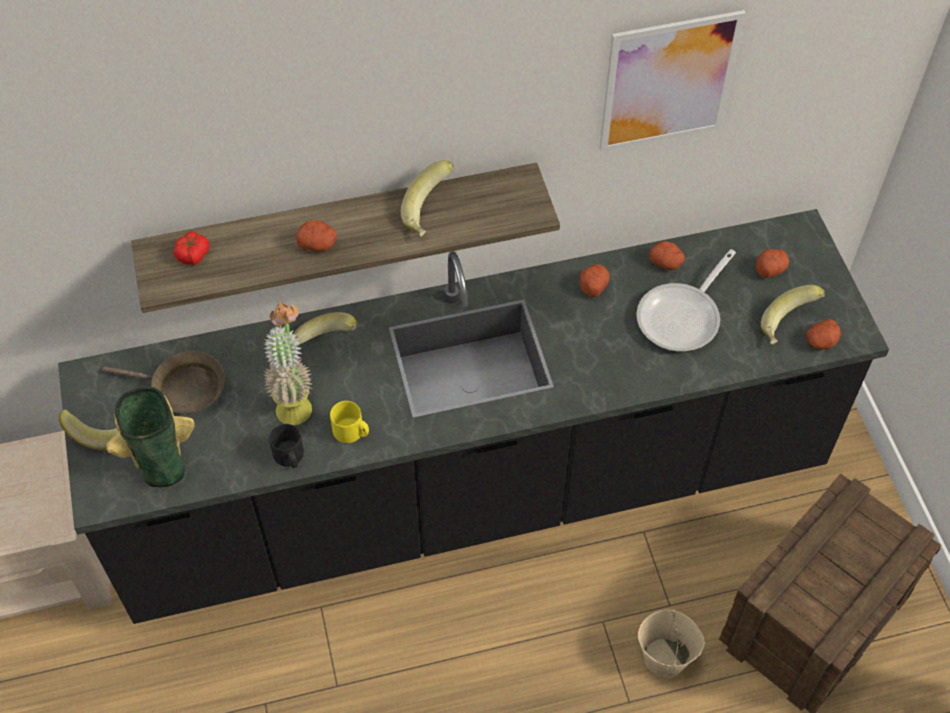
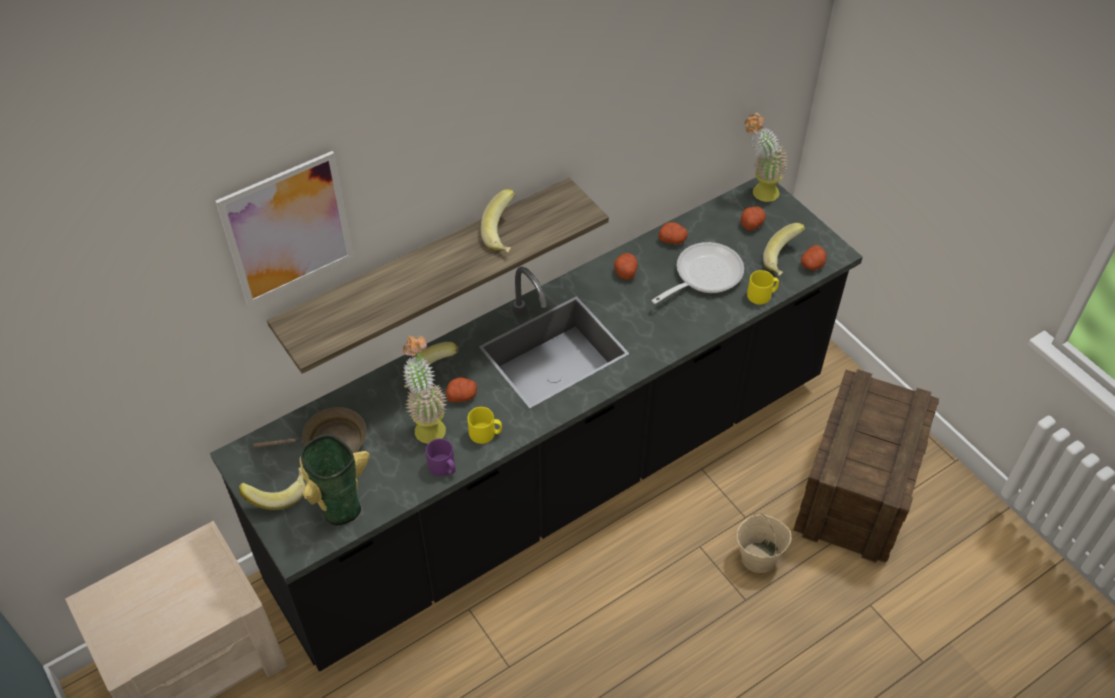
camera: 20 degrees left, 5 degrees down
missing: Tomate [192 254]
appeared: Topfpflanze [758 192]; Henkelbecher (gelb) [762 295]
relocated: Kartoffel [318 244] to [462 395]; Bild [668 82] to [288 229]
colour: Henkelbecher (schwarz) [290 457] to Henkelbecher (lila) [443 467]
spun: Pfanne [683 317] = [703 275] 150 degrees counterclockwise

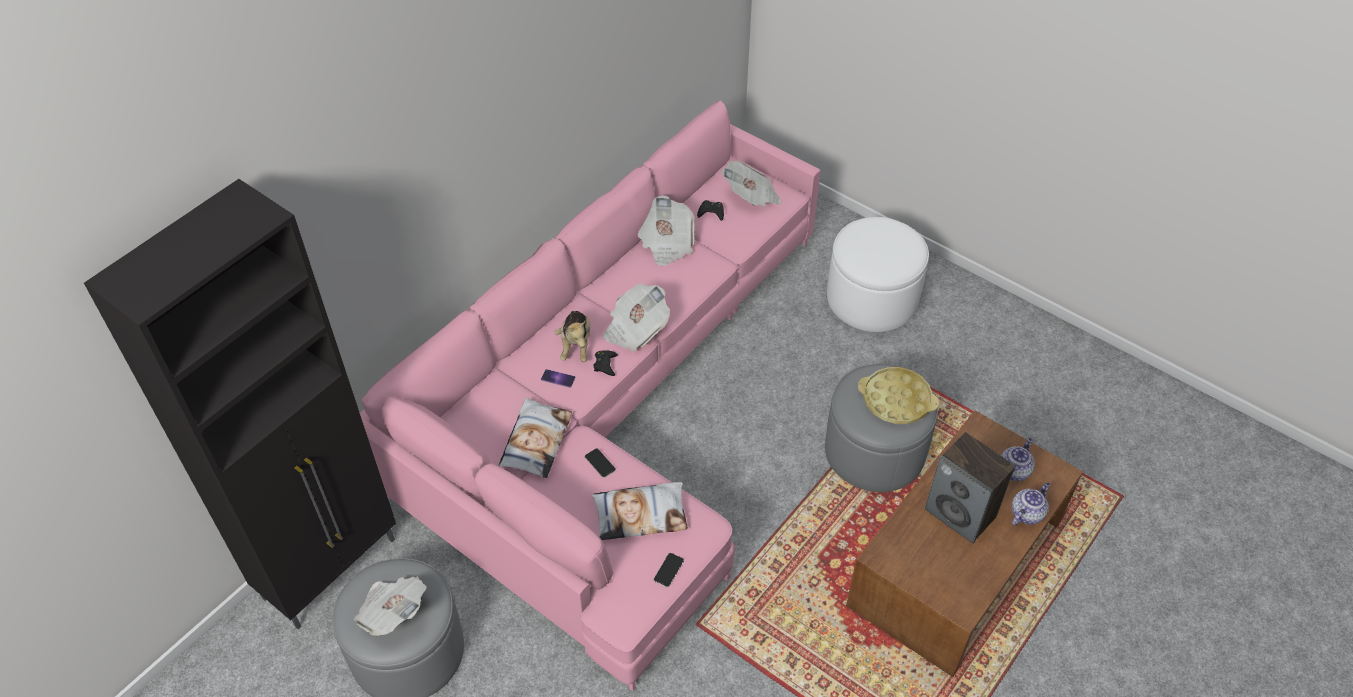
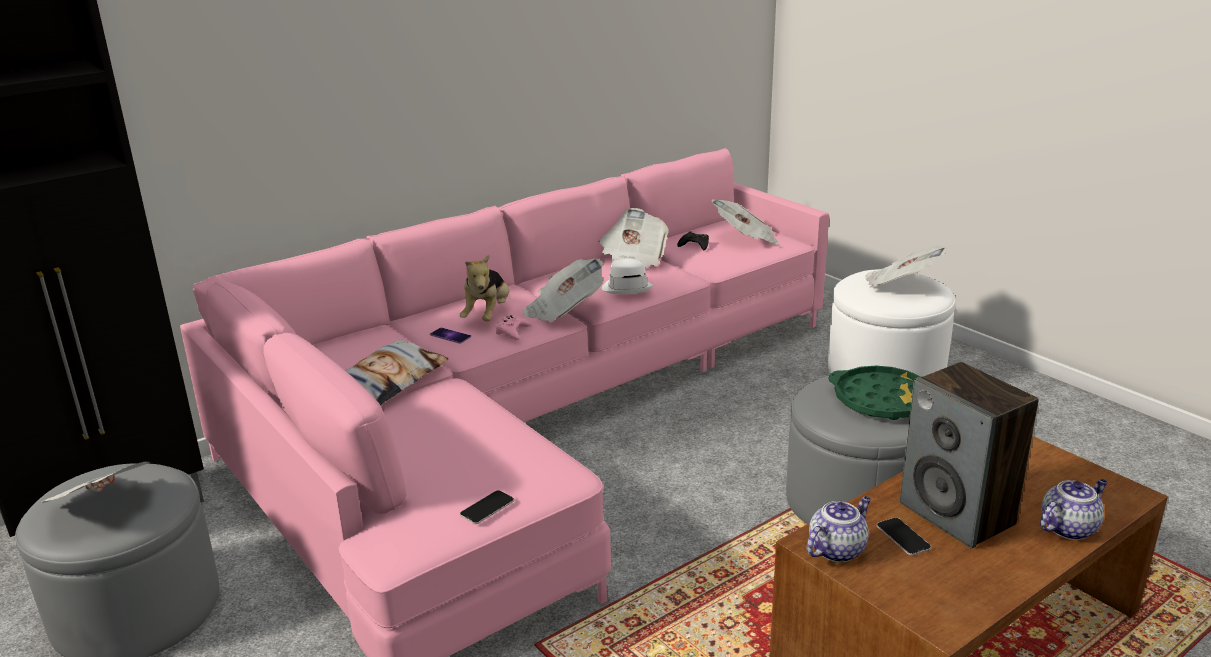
camera: 15 degrees right, 25 degrees down
missing: Kissen [640 514]
appeared: Hut (weiß) [627 288]; Zeitung [900 285]
relocated: Handy [600 463] to [903 537]; Teekanne [1013 470] to [837 549]
colour: Gamepad (schwarz) [605 365] to Gamepad (rosa) [512 331]; Tablett (gelb) [896 400] to Tablett (grün) [882 400]

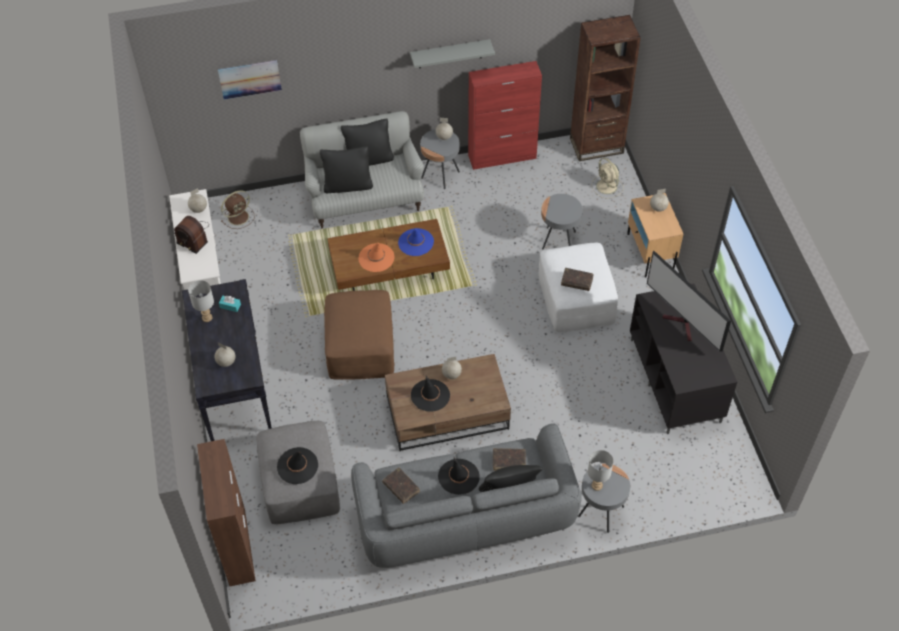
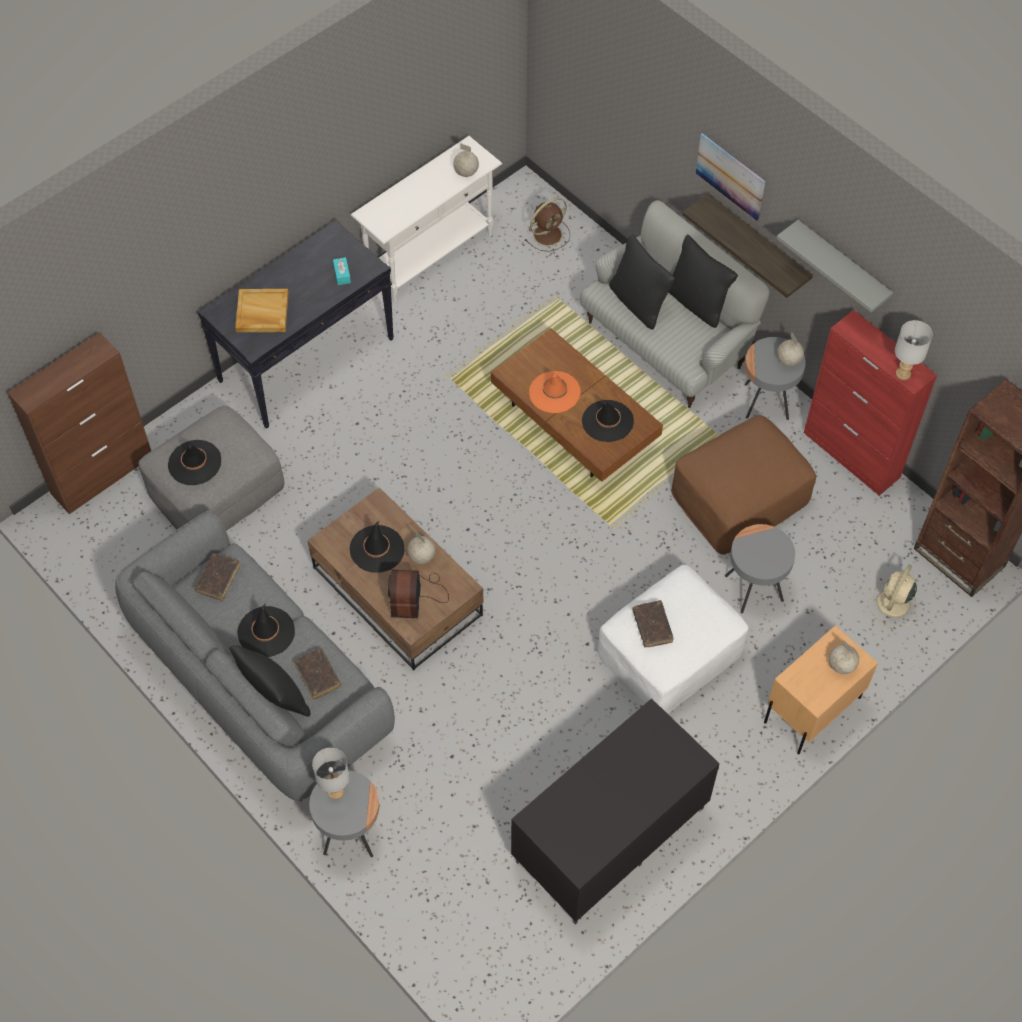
camera: 60 degrees right, 5 degrees up
missing: Fernseher [682 325]
appeared: Wandregal [757 244]
relocated: Radio [192 237] to [416 596]; Tischlampe (grau) [207 317] to [903 373]; Bild [250 79] to [730 176]; Polsterhocker (braun) [360 345] to [739 497]
exchanged: Globus [226 362] to Tablett (beige) [262 312]
colour: Hut (blau) [416 242] to Hut (schwarz) [607 421]
spun: Ventilator (braun) [239 216] = [548 234] 60 degrees counterclockwise

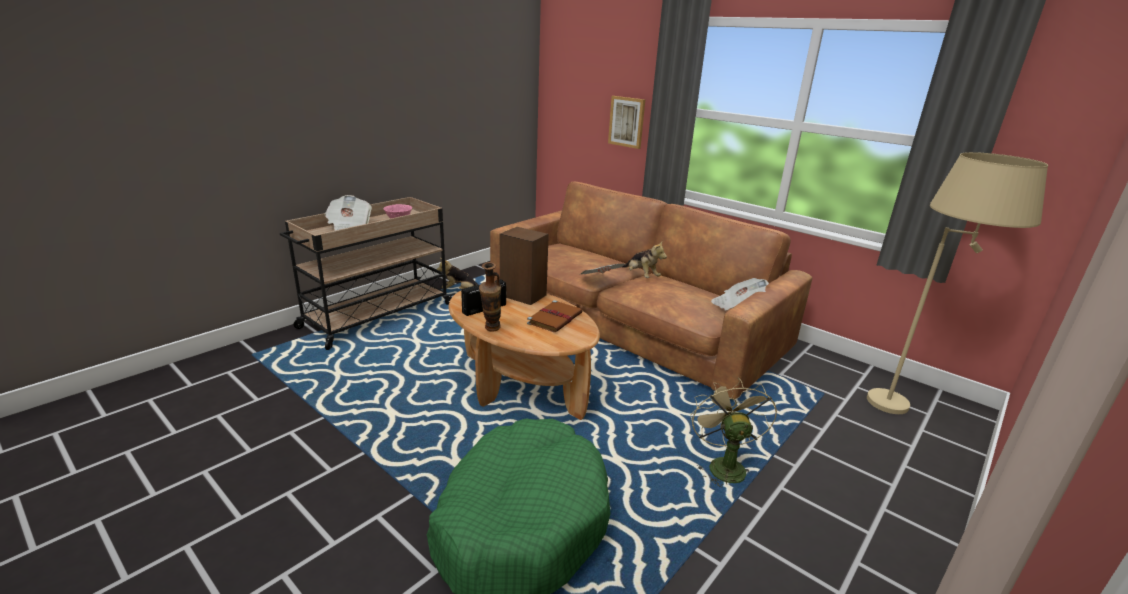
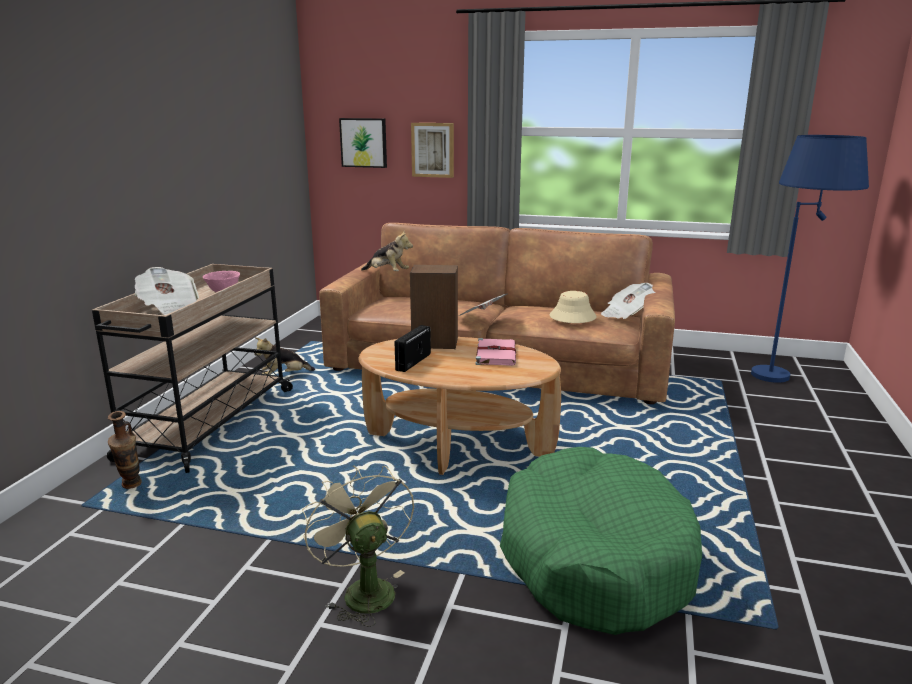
camera: 25 degrees left, 5 degrees down
appeared: Bild [364 142]; Hut (beige) [572 317]
relocated: Vase [491 330] to [131 488]; Plüschtier [641 276] to [387 273]; Ventilator (beige) [723 465] to [363 590]
colour: Buch (braun) [555 318] to Buch (rosa) [495 354]; Stehlampe (beige) [911 408] to Stehlampe (blau) [789 374]

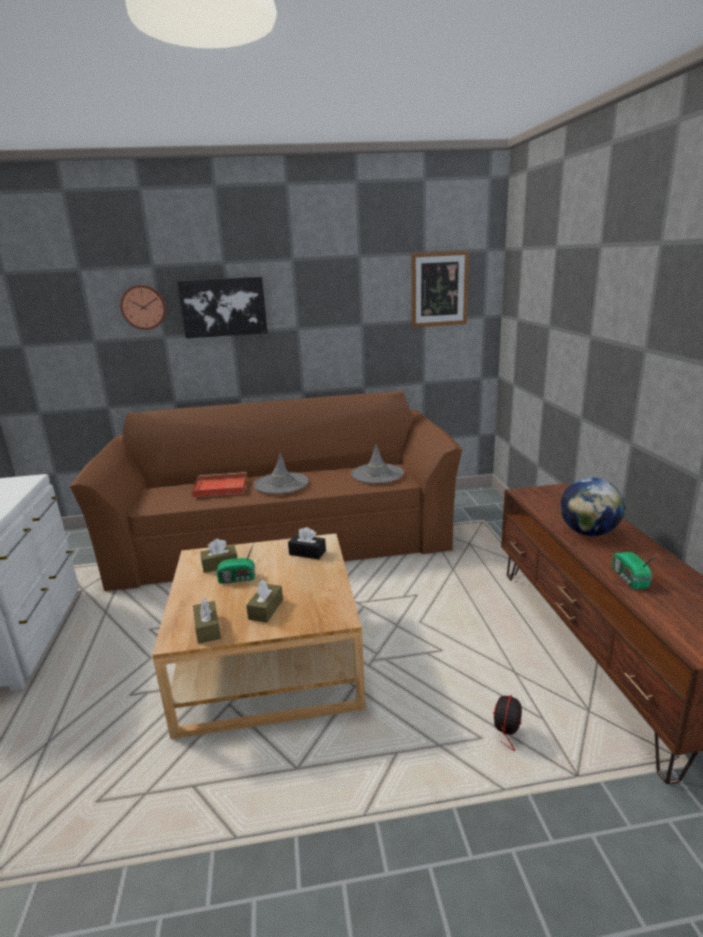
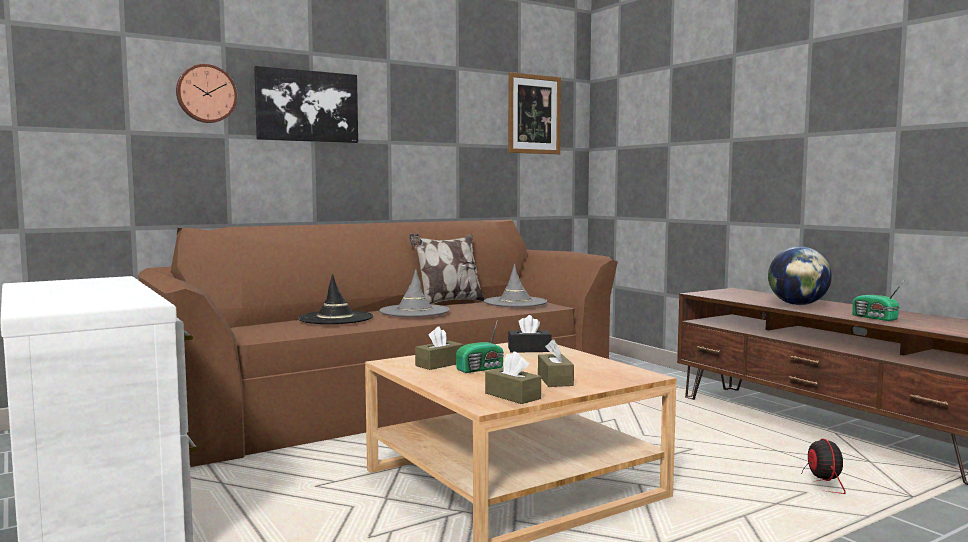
camera: 25 degrees left, 15 degrees down
appeared: Kissen [448 302]
exchanged: Tablett (rot) [219 487] to Hut (schwarz) [336 318]

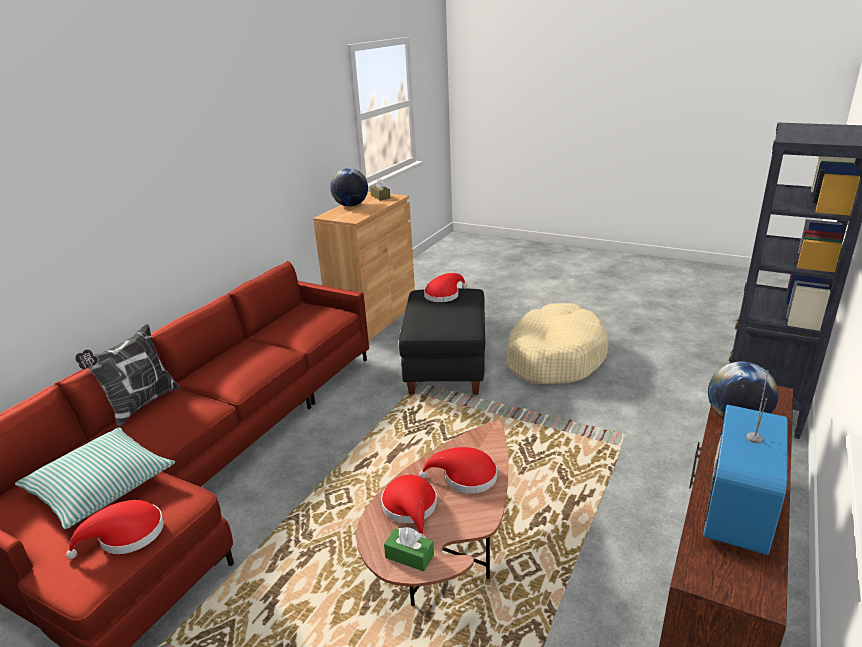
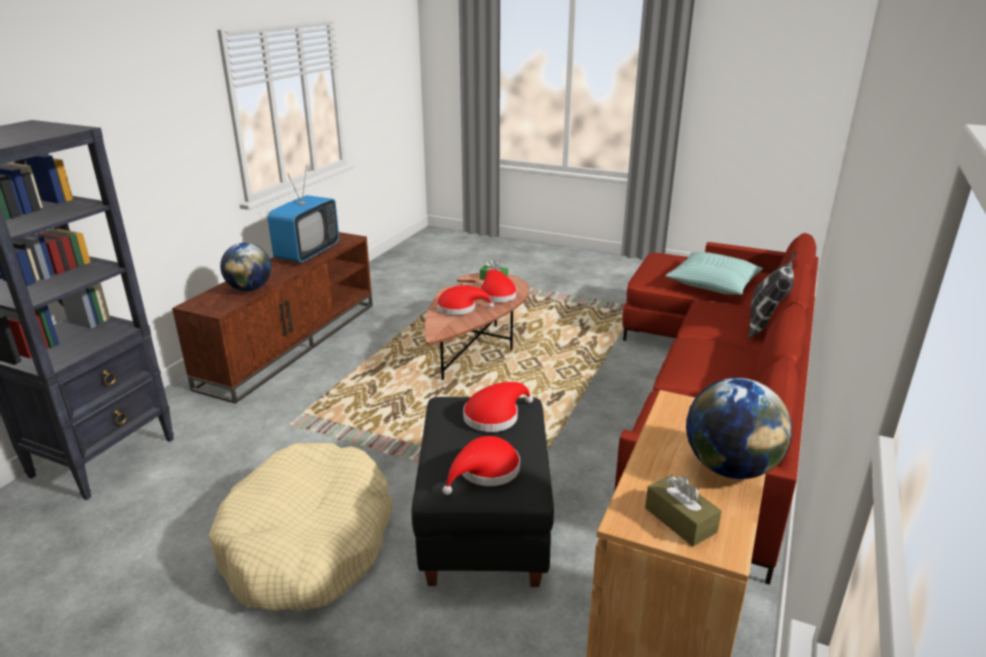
camera: 175 degrees right, 0 degrees up
relocated: Hut (rot) [126 536] to [494 416]

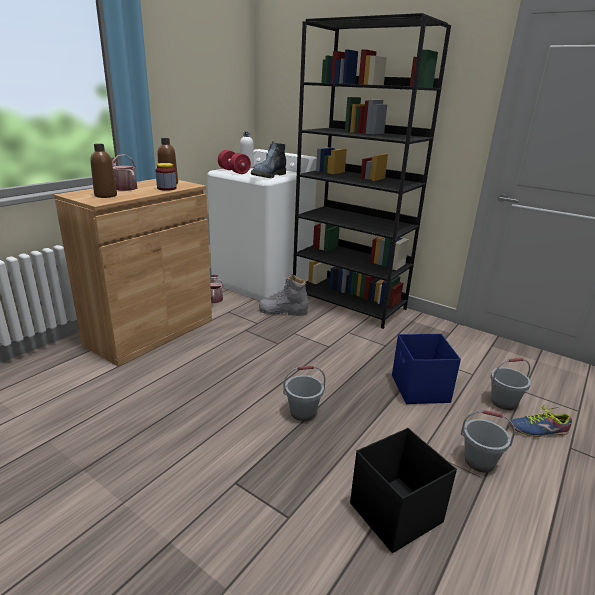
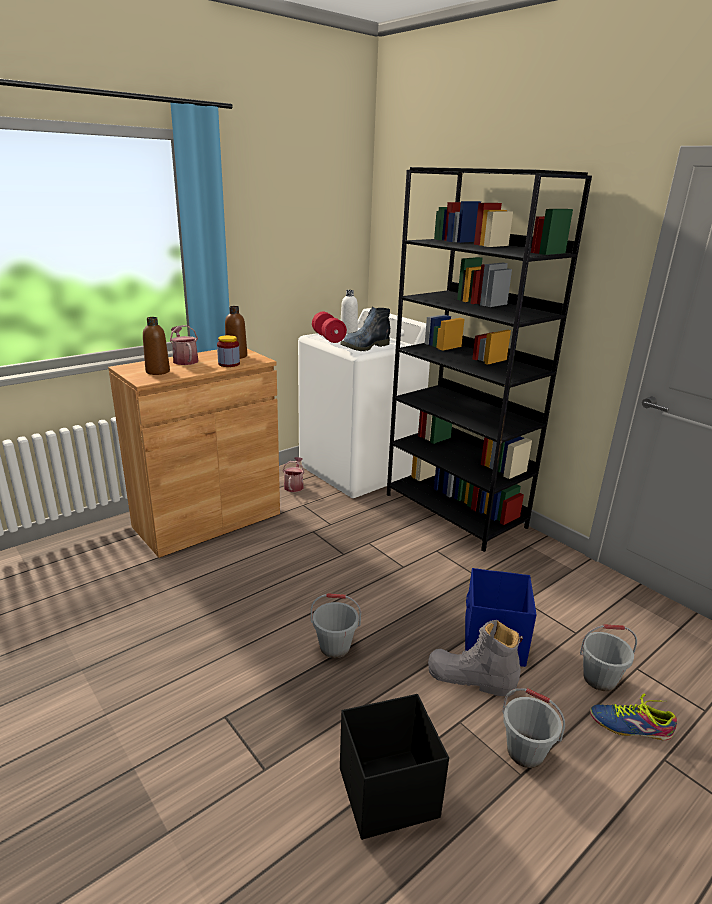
camera: 15 degrees right, 0 degrees up
relocated: Stiefel (grau) [283 311] to [471 678]

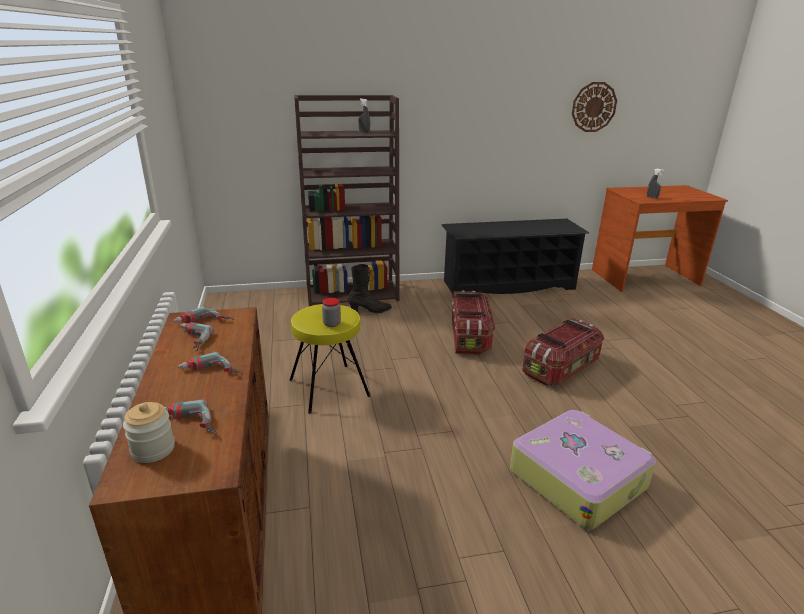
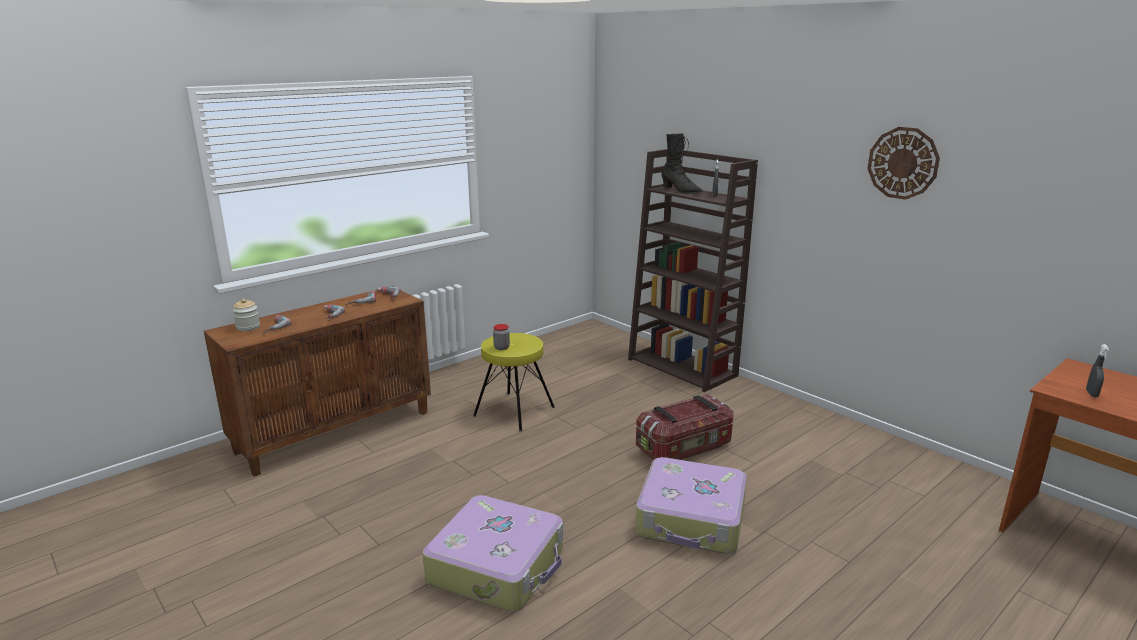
camera: 60 degrees right, 5 degrees down
missing: Schuhregal (schwarz) [508 285]
relocated: Stiefel (schwarz) [370 311] to [680 191]; Wanduhr [593 107] to [903 163]
exchanged: Aufbewahrungsbox [561 368] to Koffer [691 519]

